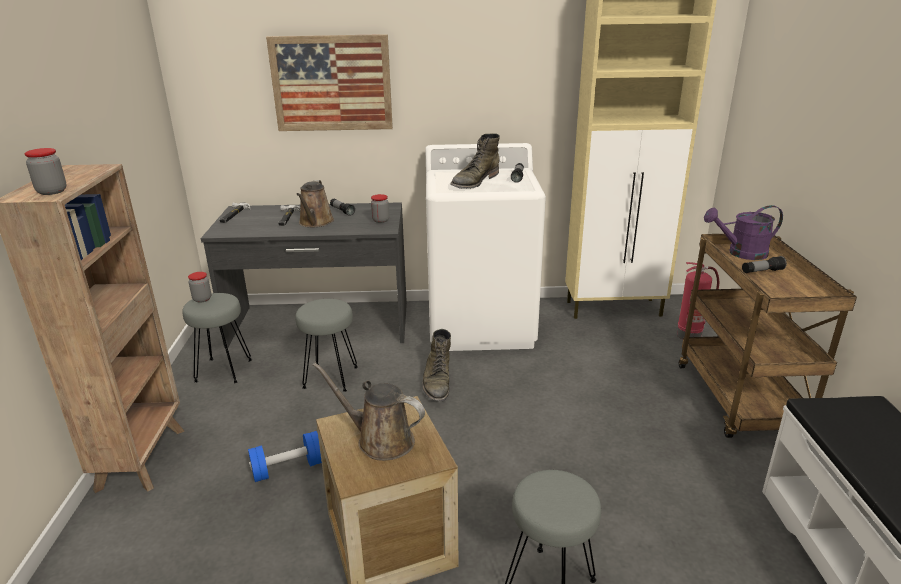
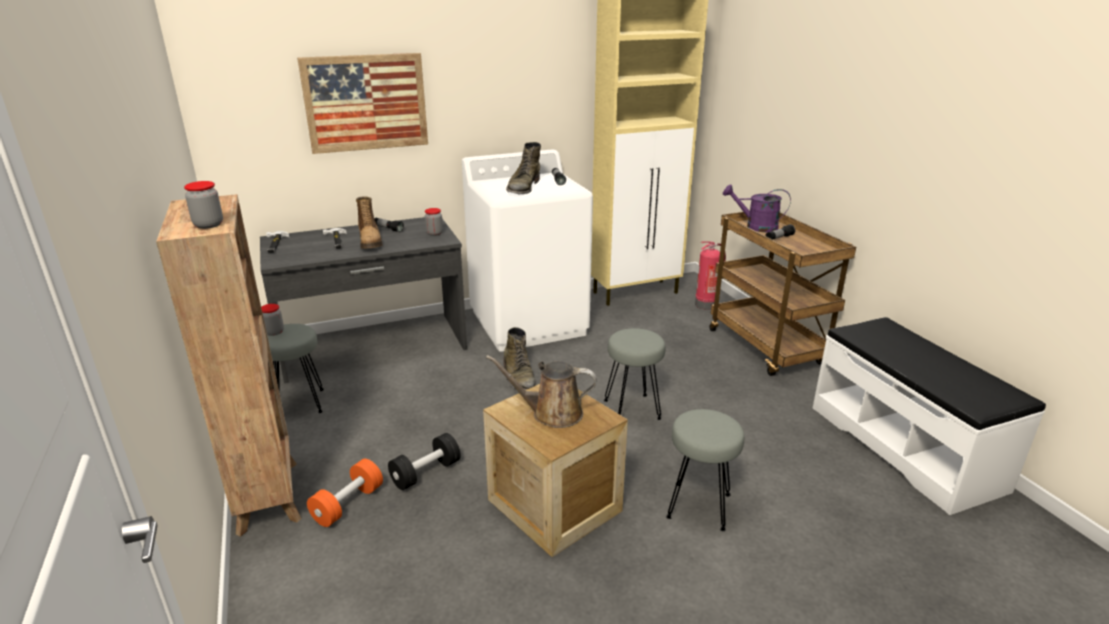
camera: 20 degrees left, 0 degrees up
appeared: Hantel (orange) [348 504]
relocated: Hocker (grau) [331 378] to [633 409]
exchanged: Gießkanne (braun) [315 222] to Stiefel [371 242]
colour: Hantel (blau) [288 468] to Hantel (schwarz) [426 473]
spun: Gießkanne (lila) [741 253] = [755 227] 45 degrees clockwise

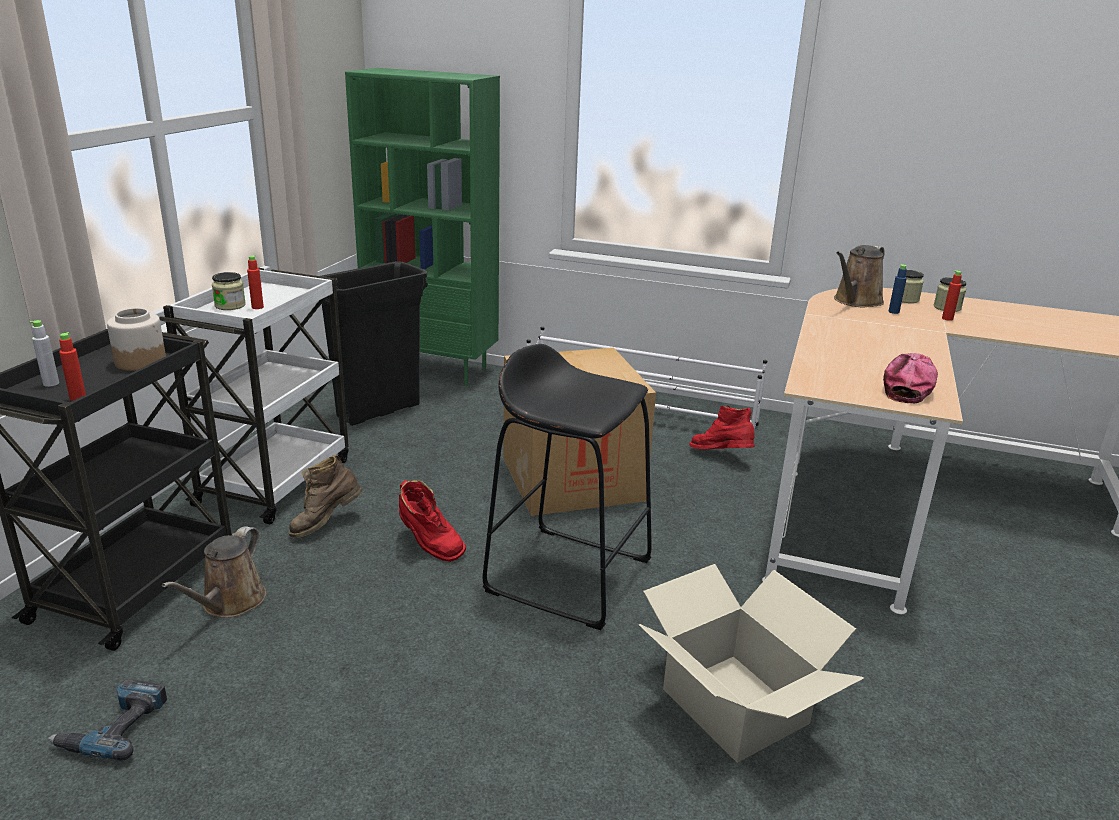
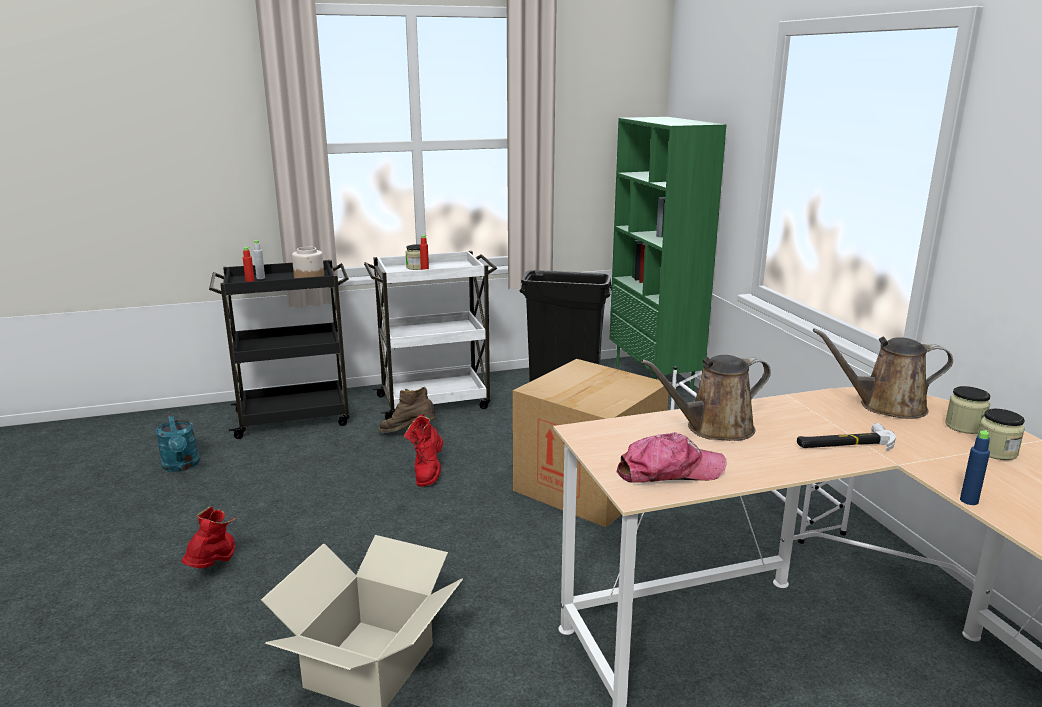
camera: 55 degrees right, 5 degrees down
missing: Hocker (schwarz) [568 575]; Flasche (rot) [947 318]
appeared: Hammer [844 443]
relocated: Gießkanne (braun) [230 603] to [714 429]; Stiefel (rot) [721 456] to [214 566]; Flasche (blau) [893 312] to [969 501]
exchanged: Bohrmaschine [114 727] to Gießkanne (türkis) [181 466]

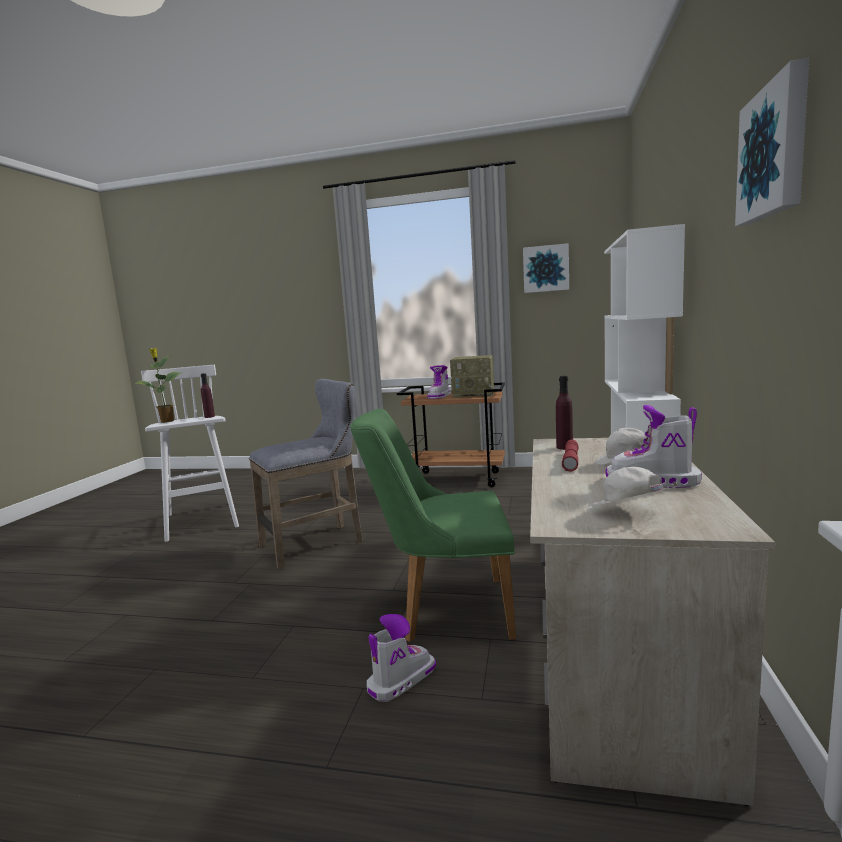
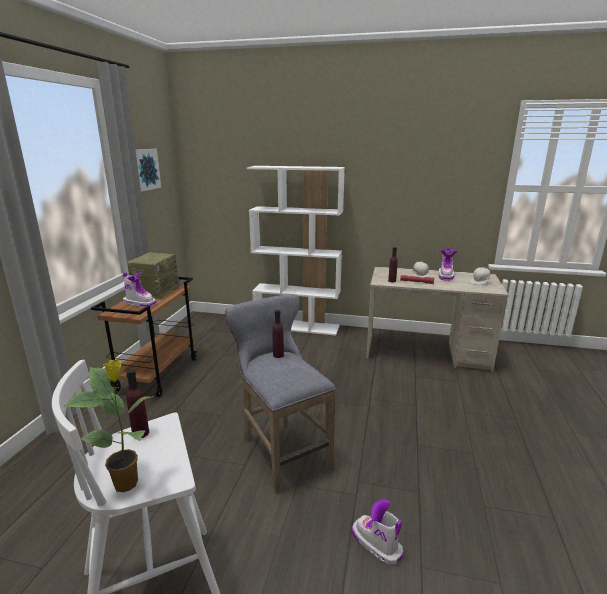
camera: 90 degrees left, 10 degrees up
missing: Stuhl (grün) [443 609]; Bild [775 152]
appeared: Flasche (lila) [278 355]
relocated: Stiefel [401 680] to [376 544]

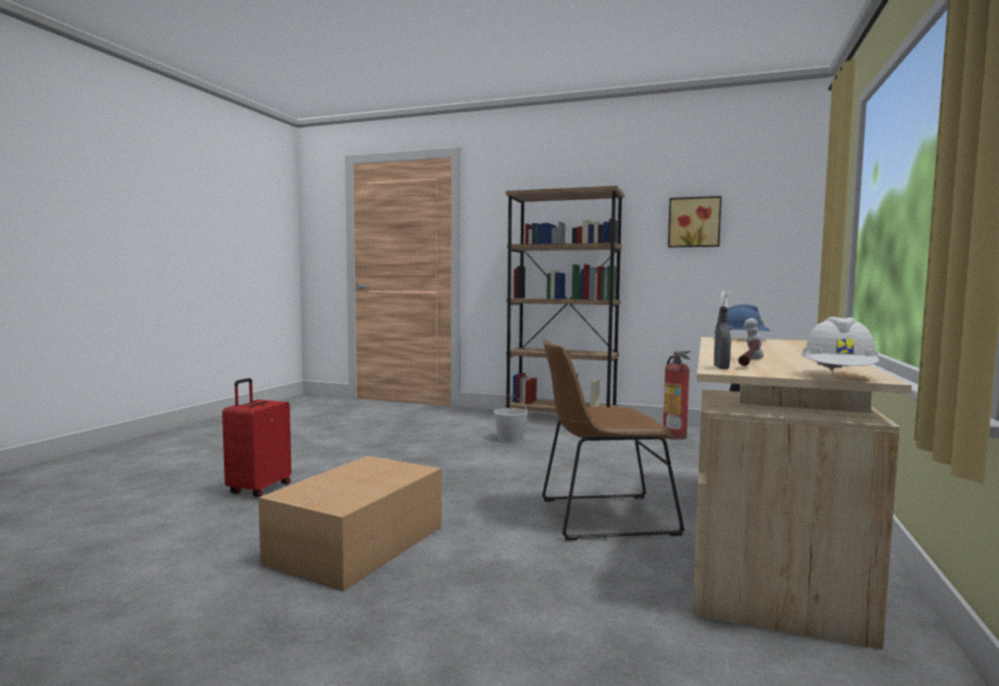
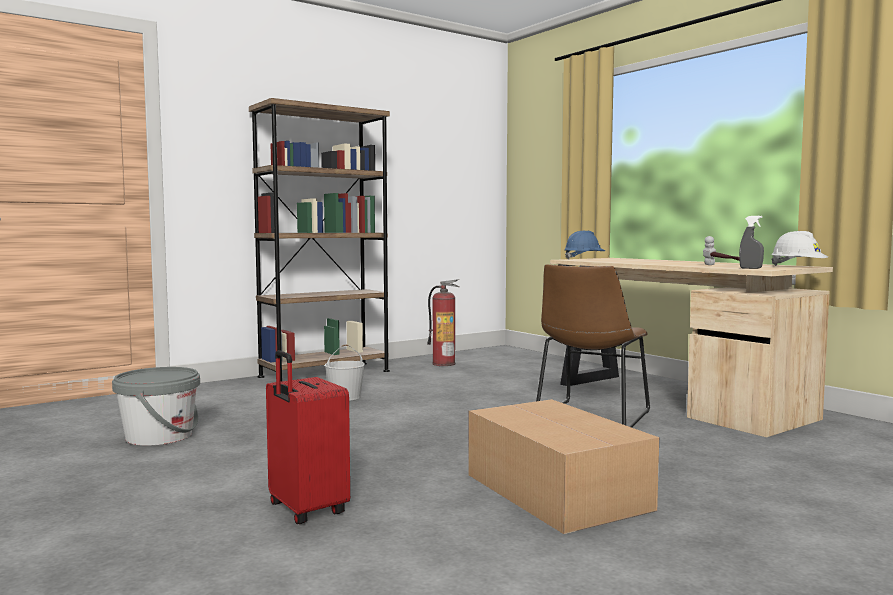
camera: 55 degrees left, 0 degrees up
missing: Bild [694 222]
appeared: Eimer (grau) [159 436]

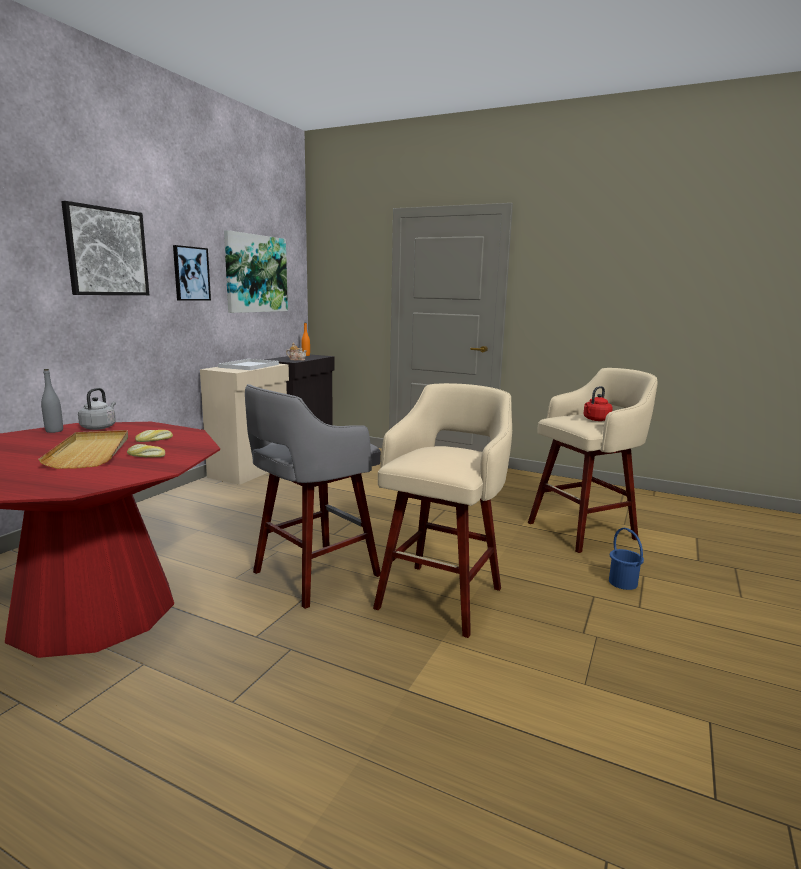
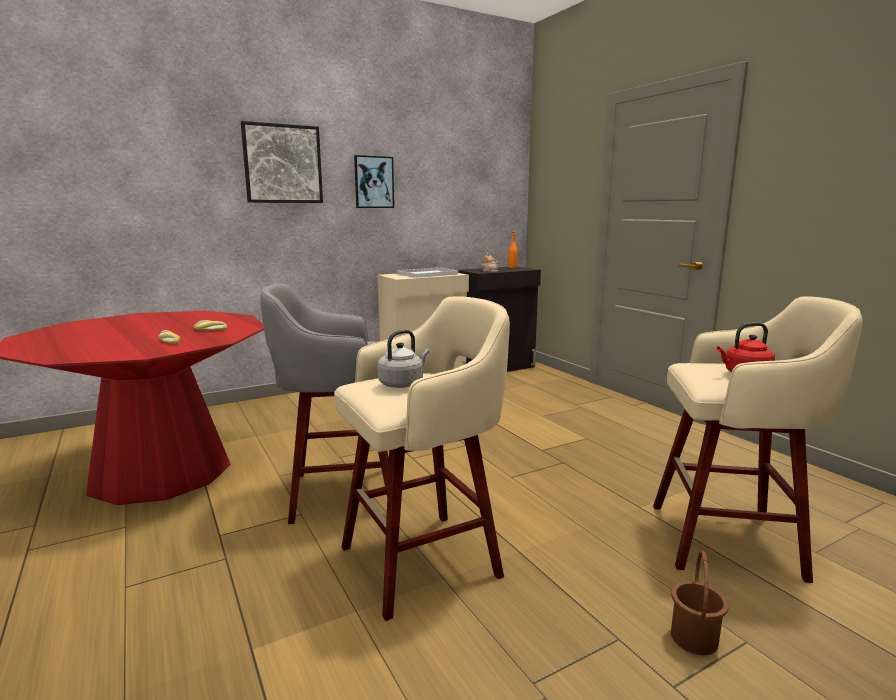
camera: 35 degrees right, 0 degrees up
missing: Tablett (beige) [91 452]; Flasche (grau) [54 431]; Bild [256 274]
relocated: Wasserkessel (grau) [99 427] to [403 384]
colour: Eimer (blau) [623 582] to Eimer (braun) [695 638]

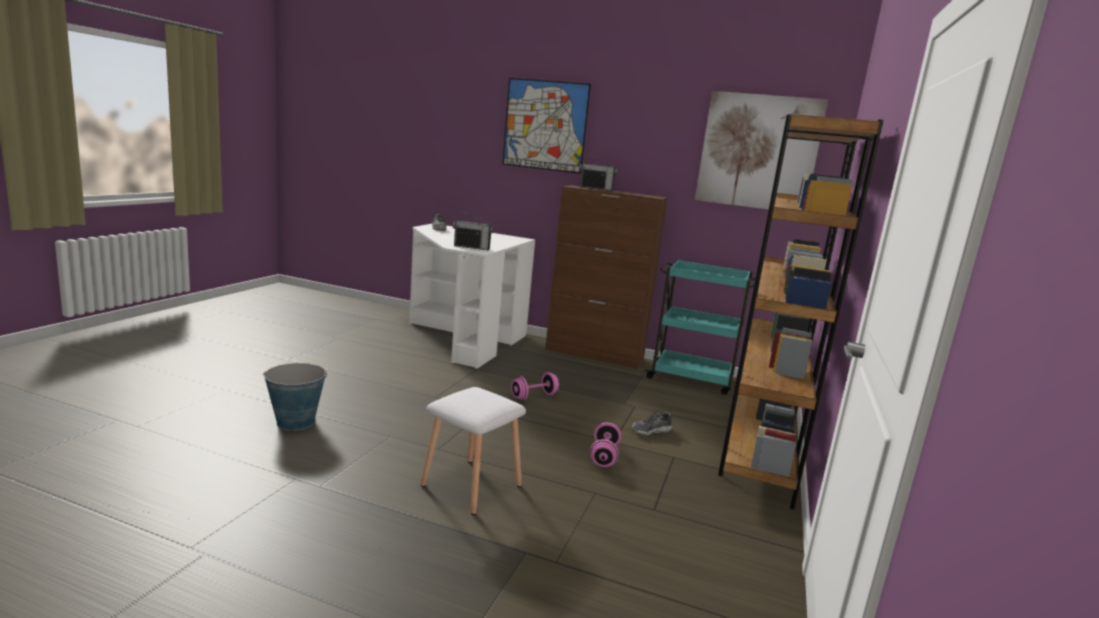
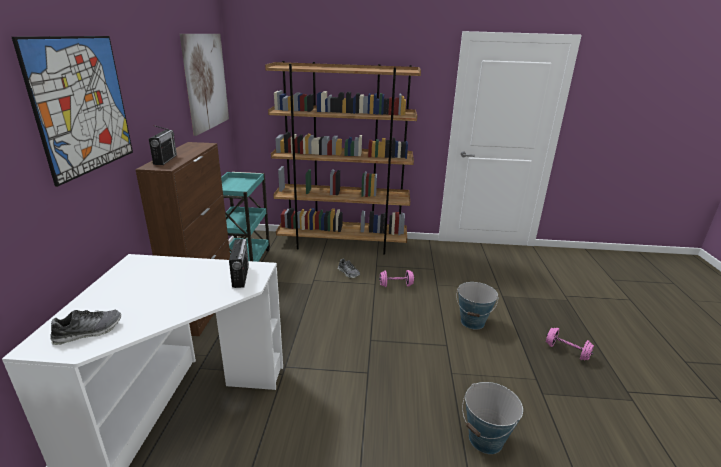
camera: 105 degrees left, 10 degrees up
relocated: Hantel (rosa) [534 396] to [566 351]
exchanged: Hocker (weiß) [471 486] to Eimer [472 322]

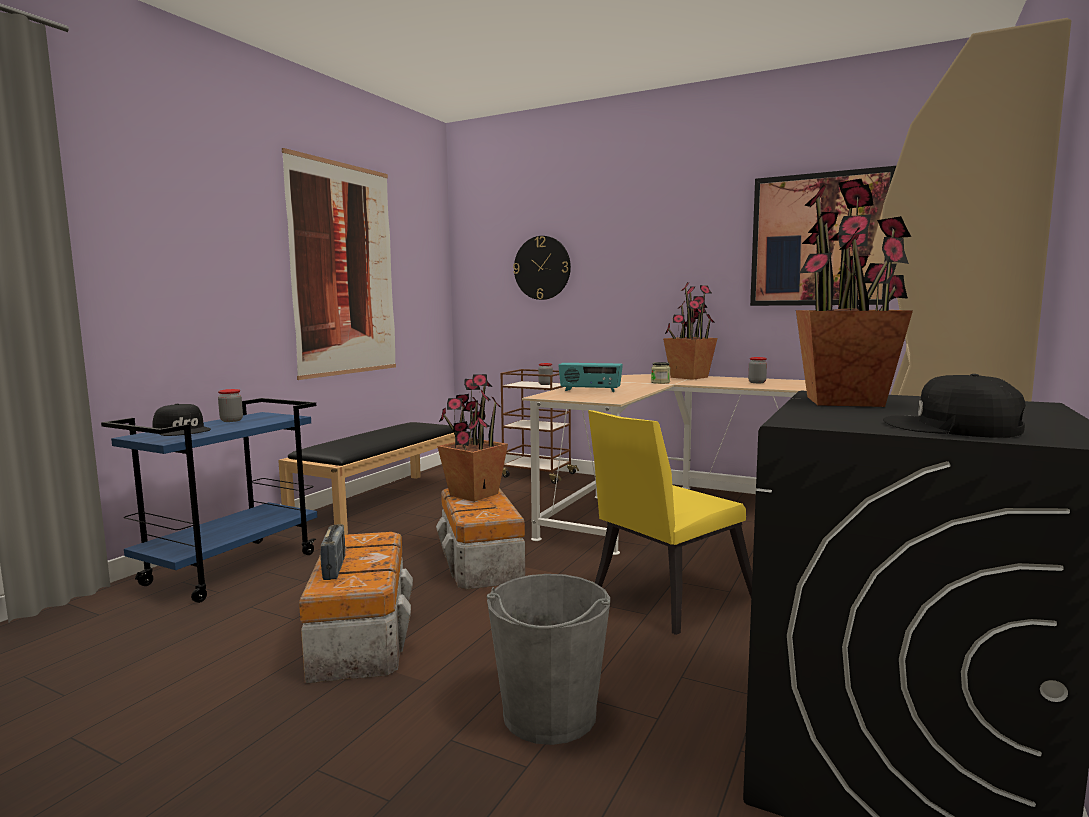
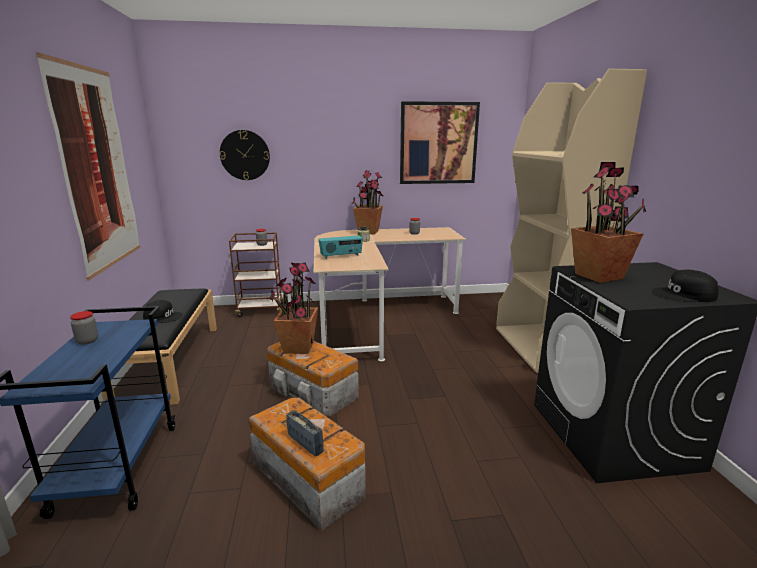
camera: 35 degrees left, 10 degrees up
missing: Eimer (grau) [549 714]; Stuhl (gelb) [664 599]
relocated: Kappe (schwarz) [183 430] to [163 316]

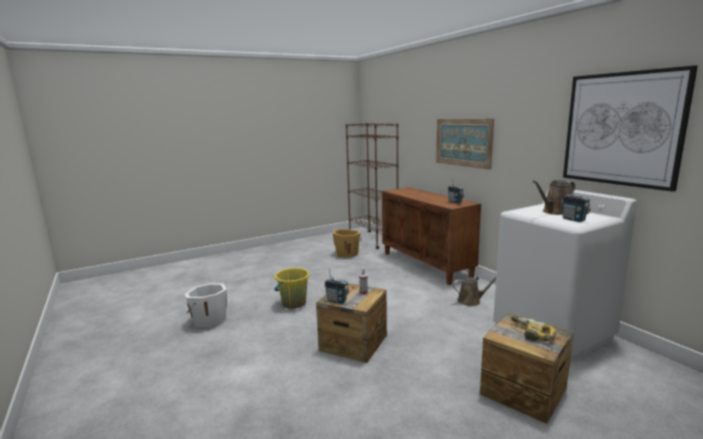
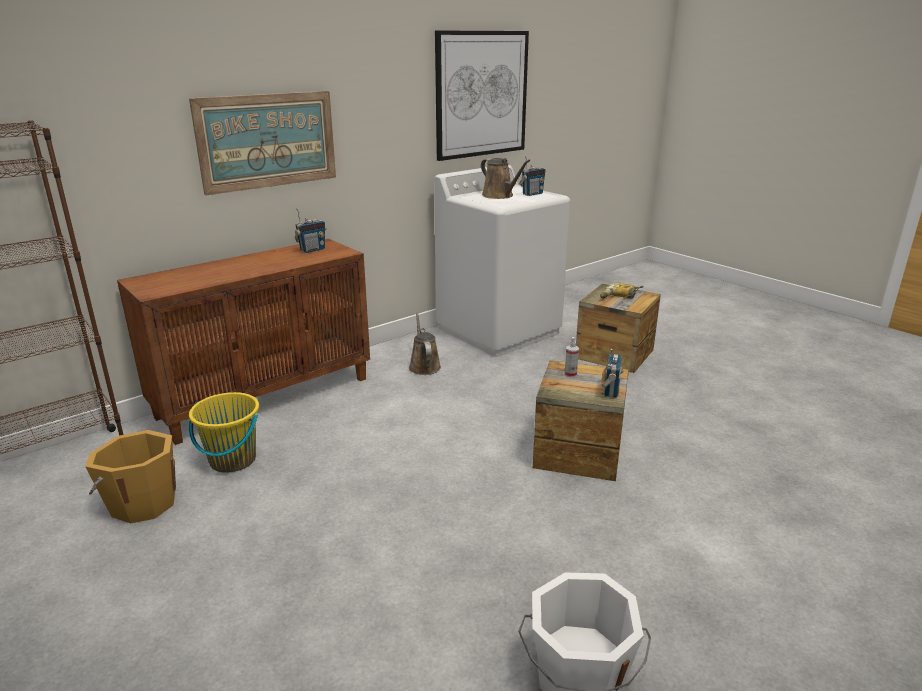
camera: 100 degrees left, 10 degrees up
relocated: Eimer (gelb) [294 303] to [232 460]

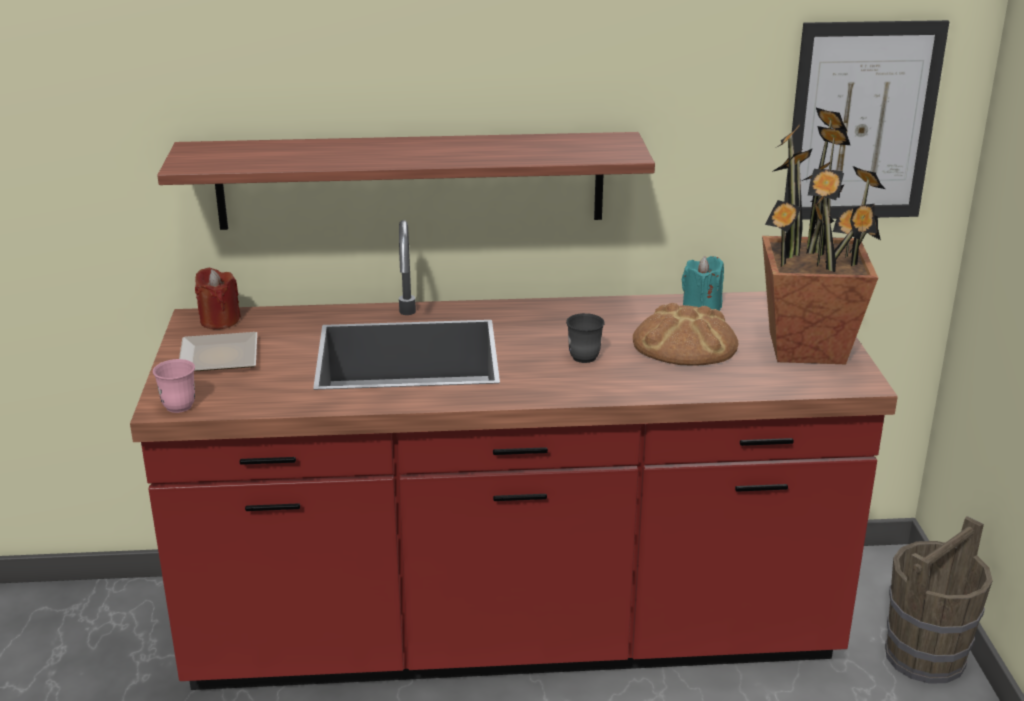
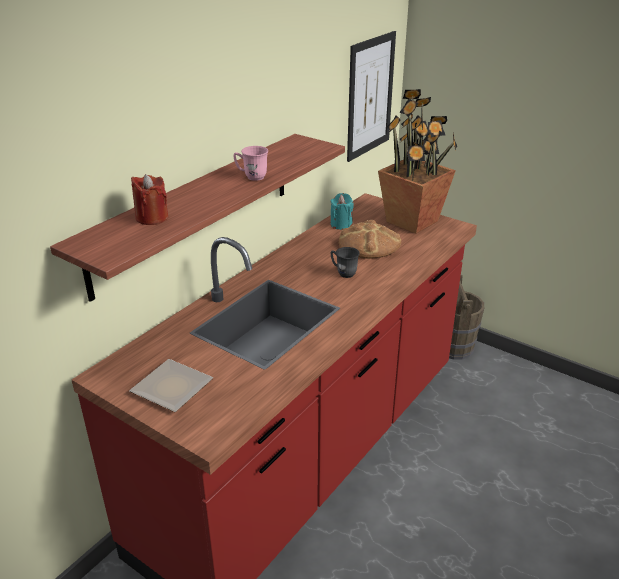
camera: 50 degrees left, 5 degrees up
relocated: Henkelbecher (rosa) [177 403] to [251 176]; Kerze (rot) [219 321] to [152 218]

